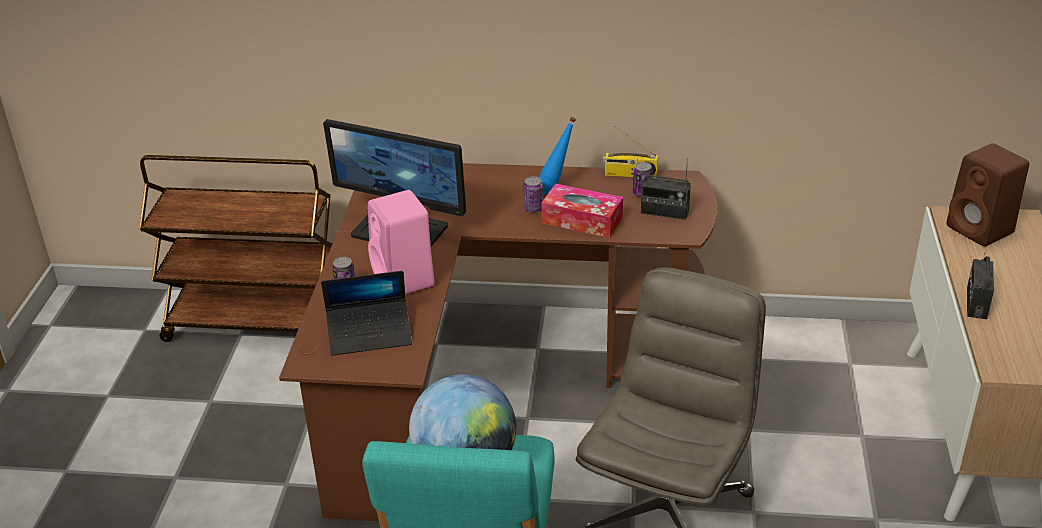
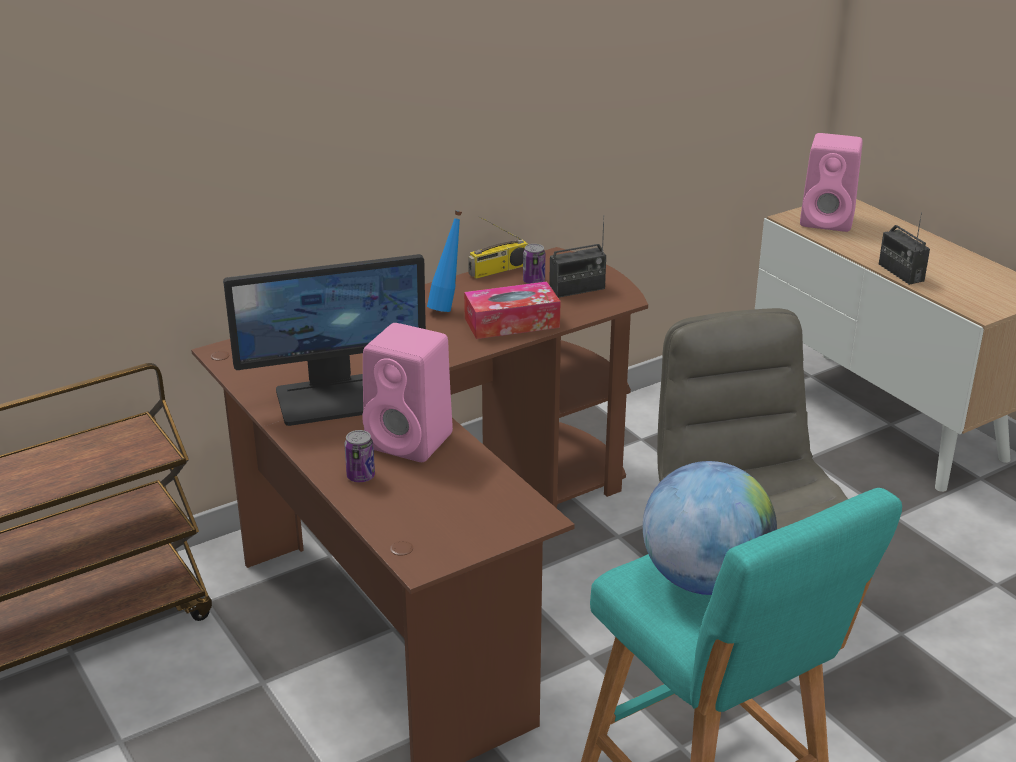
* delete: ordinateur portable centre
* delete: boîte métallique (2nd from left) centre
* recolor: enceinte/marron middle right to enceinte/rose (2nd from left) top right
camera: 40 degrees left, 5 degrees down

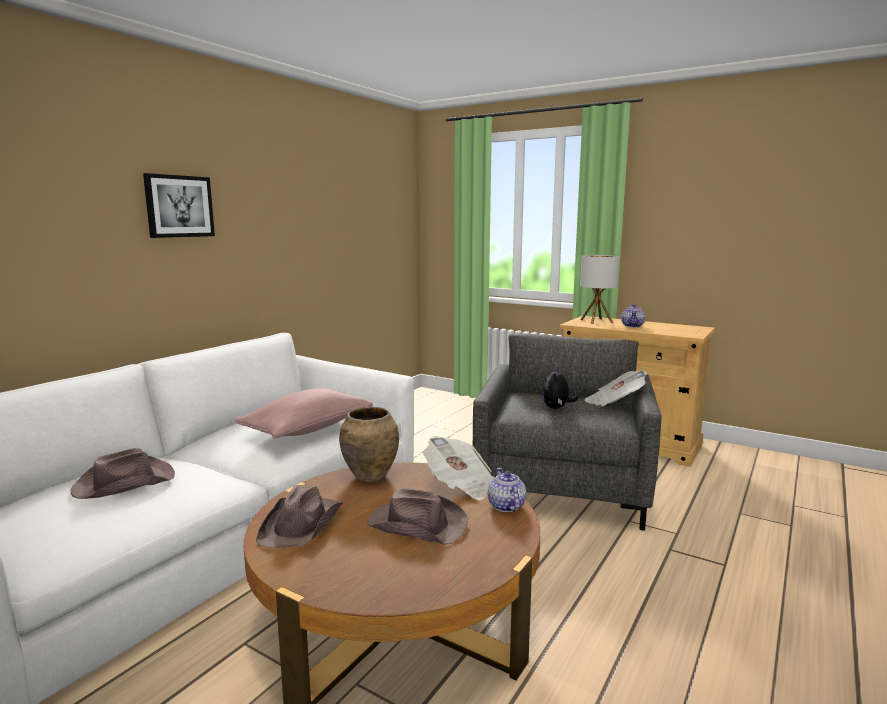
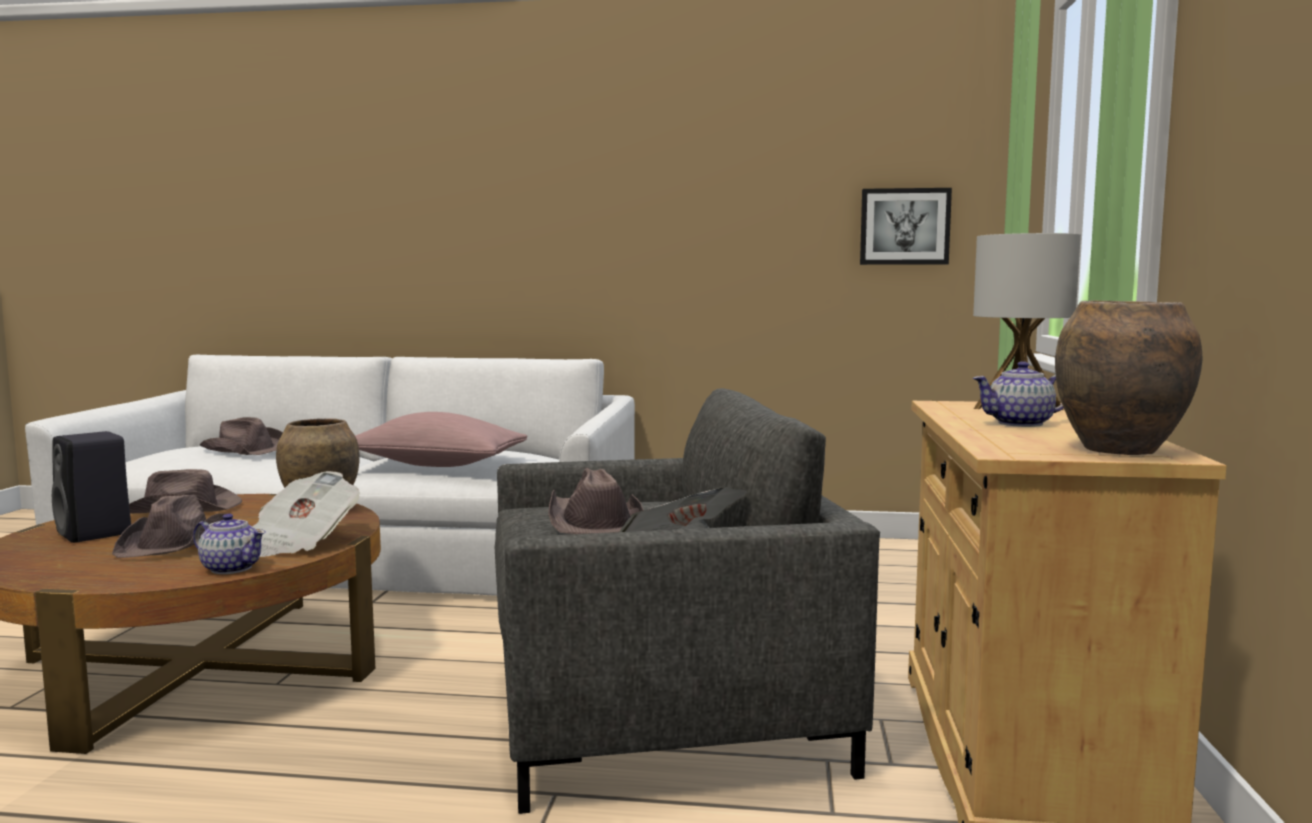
* insert: enceinte/noir middle left
* insert: vase/marron (2nd from left) middle right
* move: tableau top left to top right
* replace: peluche centre to chapeau/marron (4th from left) centre
* rotate: théière (1st from left) bottom centre = middle left 60 degrees clockwise
camera: 65 degrees right, 5 degrees down

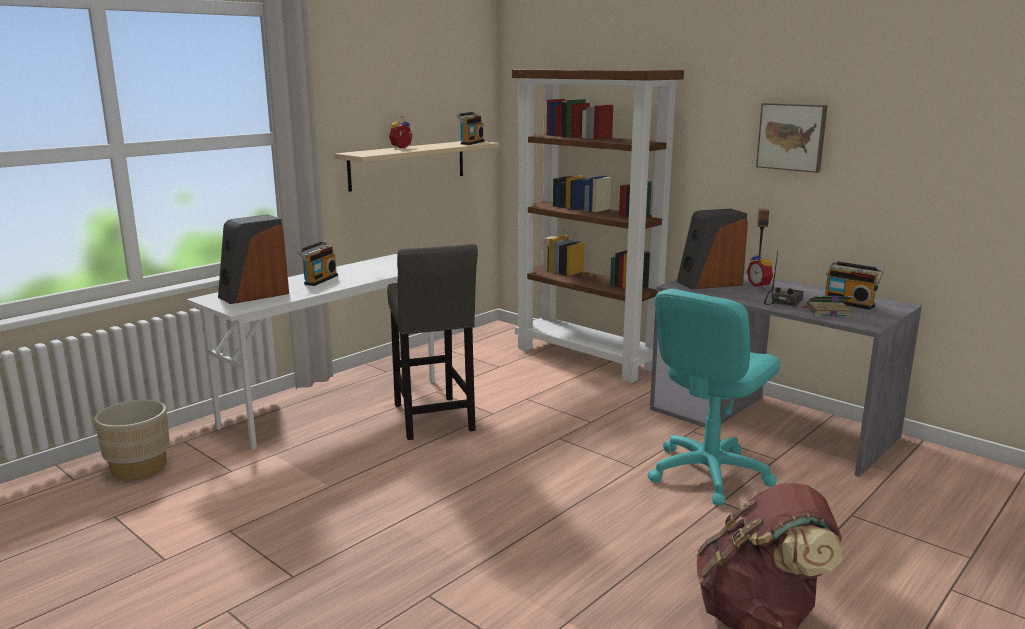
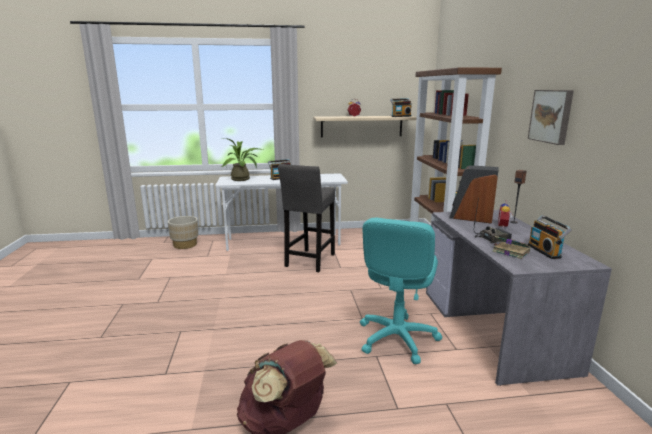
* replace: enceinte (1st from left) middle left to plante en pot centre
* rotate: chaise de bureau/turquoise middle right = bottom centre 60 degrees counterclockwise
camera: 40 degrees right, 0 degrees up

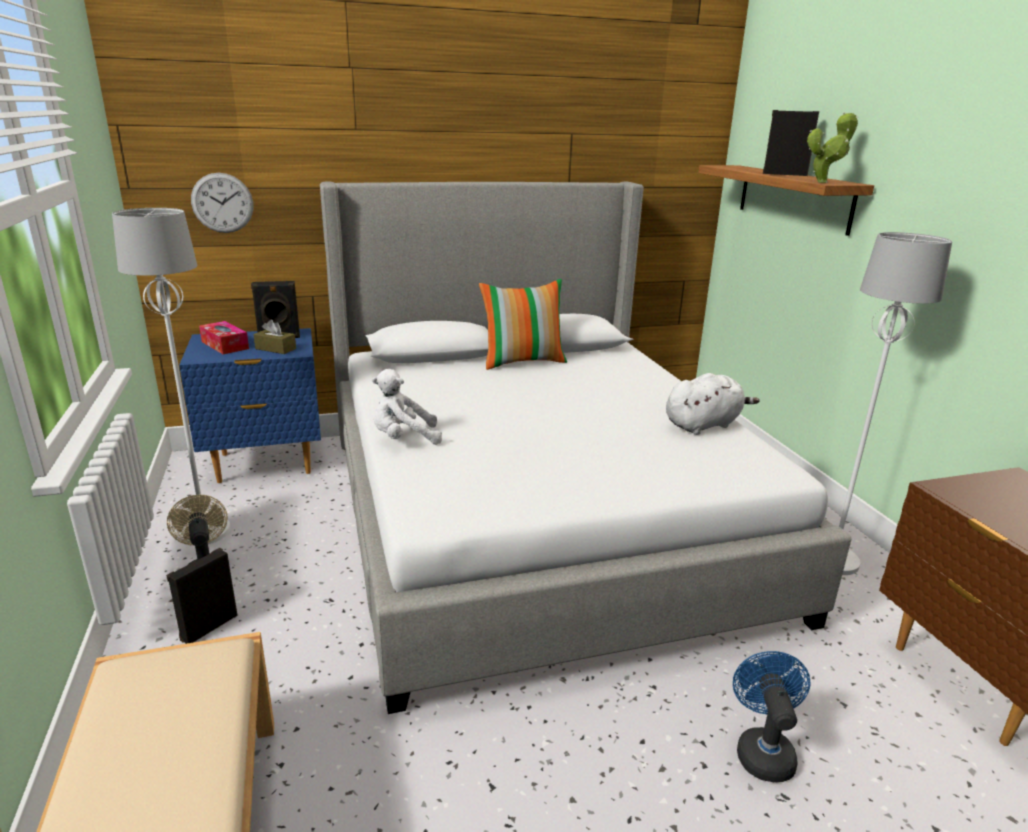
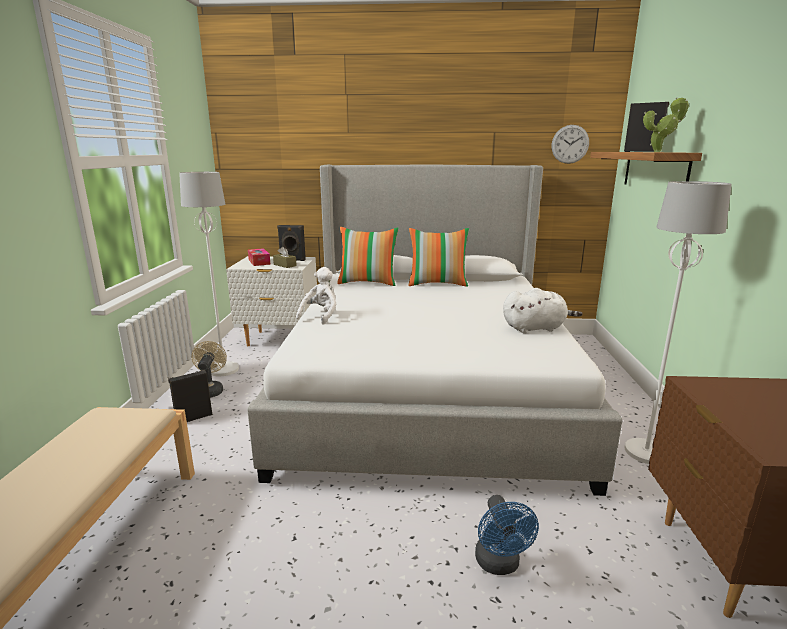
* insert: coussin (1st from left) centre
* move: horloge murale top left to top right
* recolor: table de chevet/bleu middle left to table de chevet/blanc centre
* rotate: peluche/blanc (1st from left) centre = centre 105 degrees clockwise
* rotate: ventilateur/bleu bottom right = bottom centre 150 degrees clockwise
camera: 20 degrees right, 5 degrees down

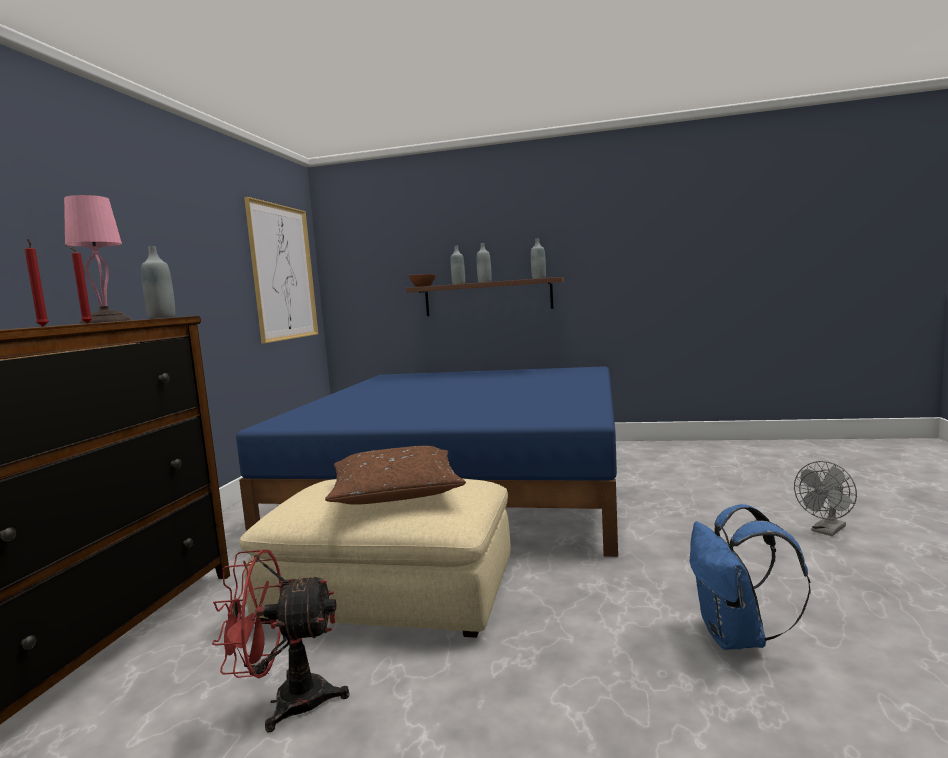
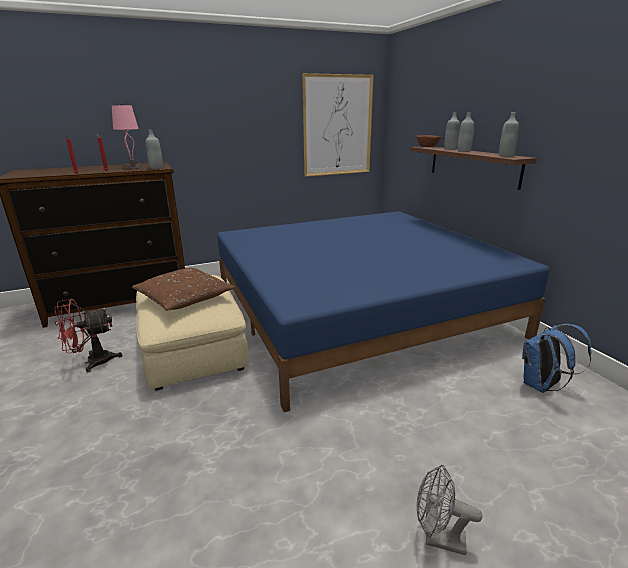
* move: sac à dos/bleu bottom right to middle right
* rotate: ventilateur/rouge bottom left = middle left 75 degrees counterclockwise
camera: 55 degrees right, 15 degrees up

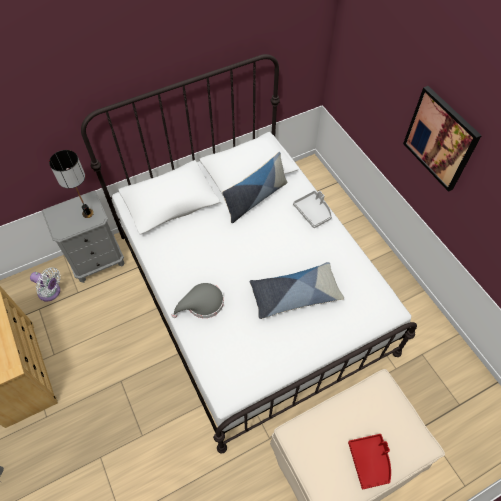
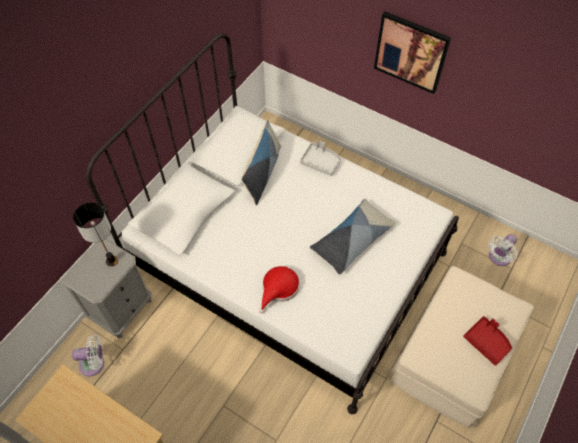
* insert: ventilateur/blanc (2nd from left) middle right
* recolor: chapeau/gris centre to chapeau/rouge centre
camera: 30 degrees left, 0 degrees up

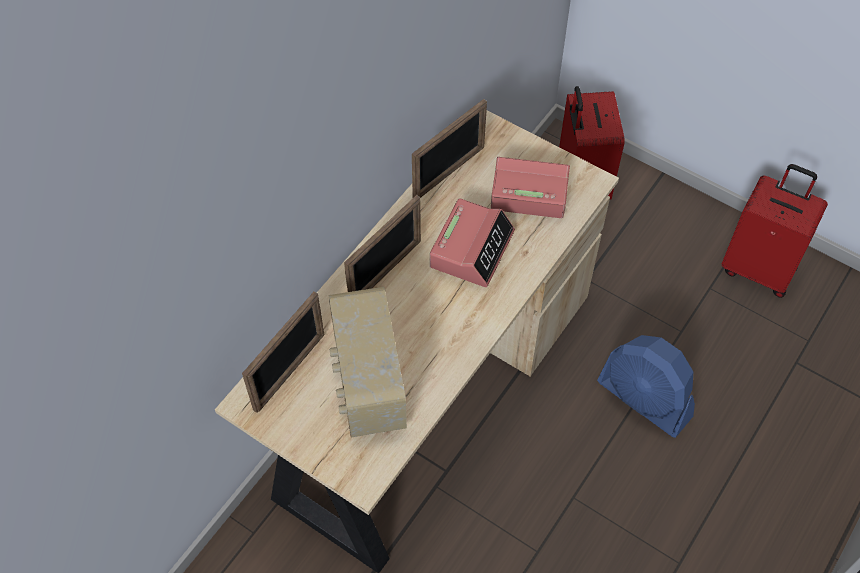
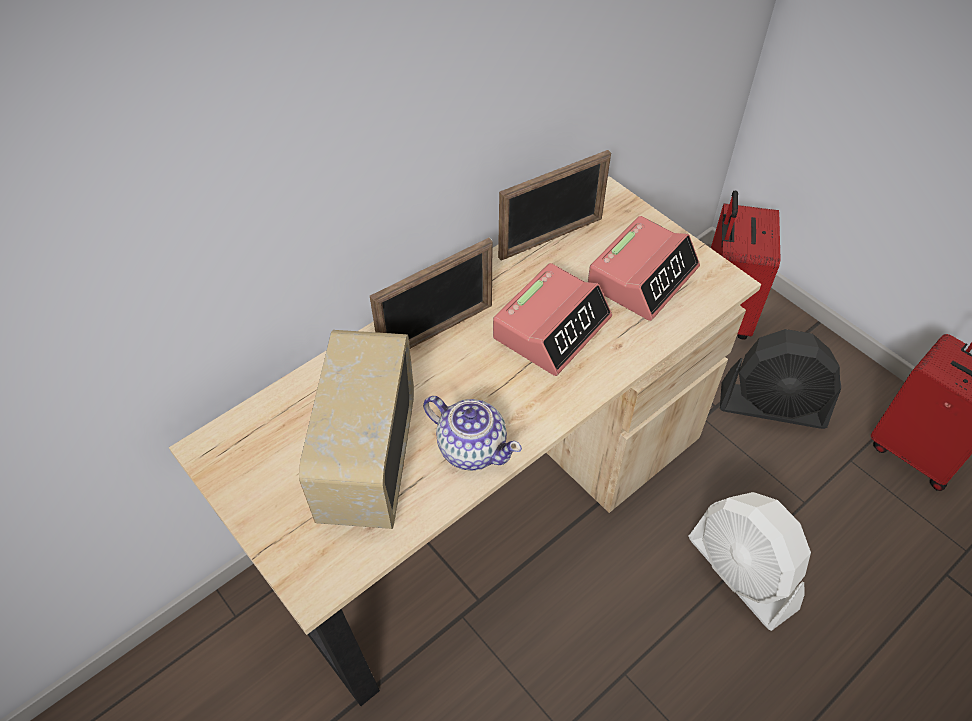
* delete: cadre photo (1st from left) middle left
* insert: théière centre
* insert: ventilateur/noir middle right
* recolor: ventilateur/bleu bottom right to ventilateur/blanc bottom right
* rotate: réveil (2nd from left) top centre = centre 105 degrees clockwise
camera: 15 degrees right, 5 degrees down

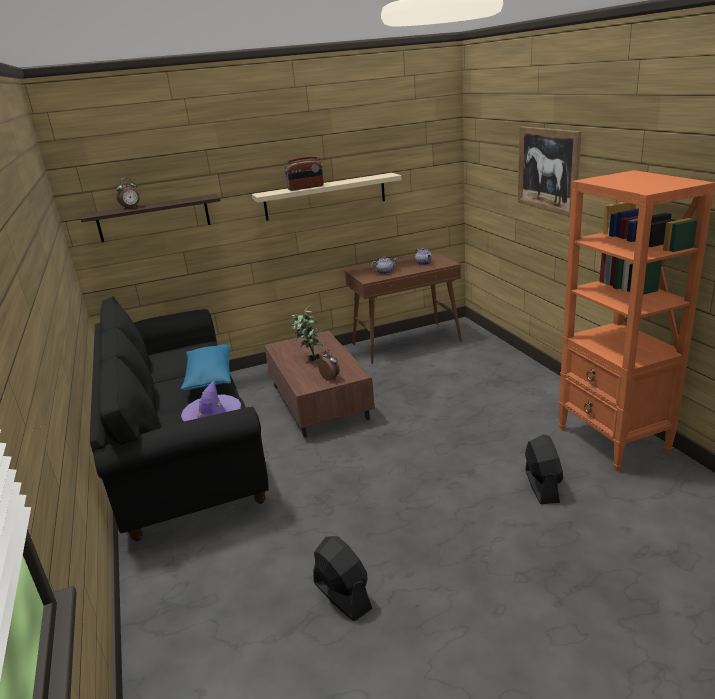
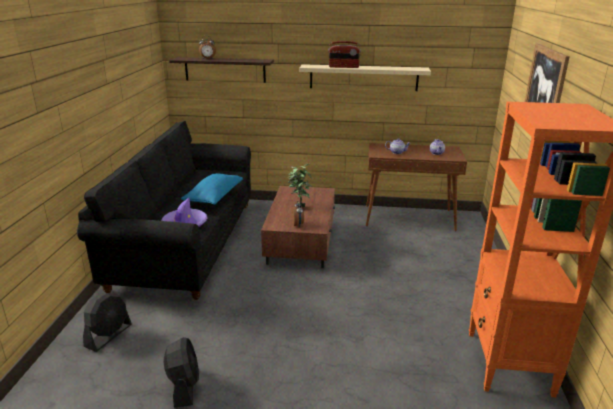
* move: ventilateur/noir (2nd from left in the first image) bottom right to ventilateur/noir (1st from left) bottom left
camera: 25 degrees right, 0 degrees up

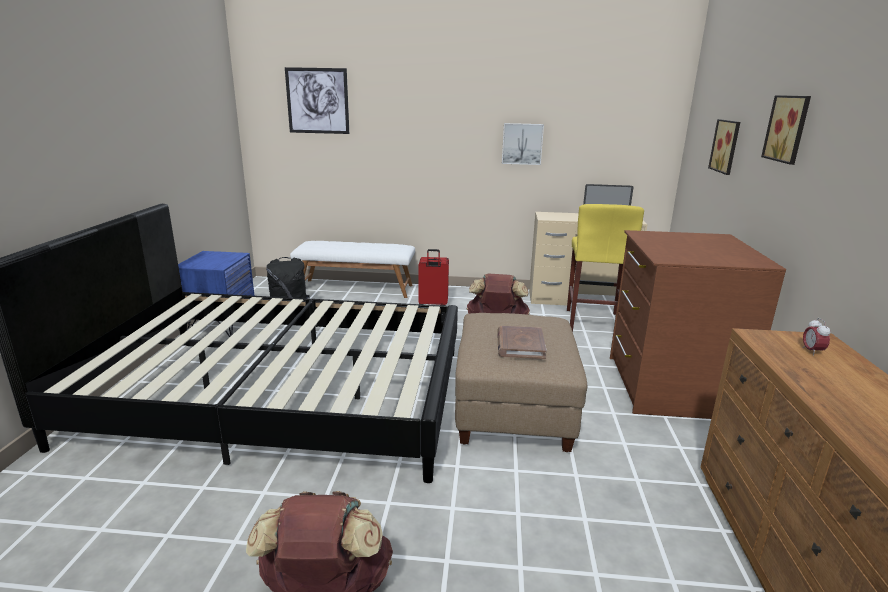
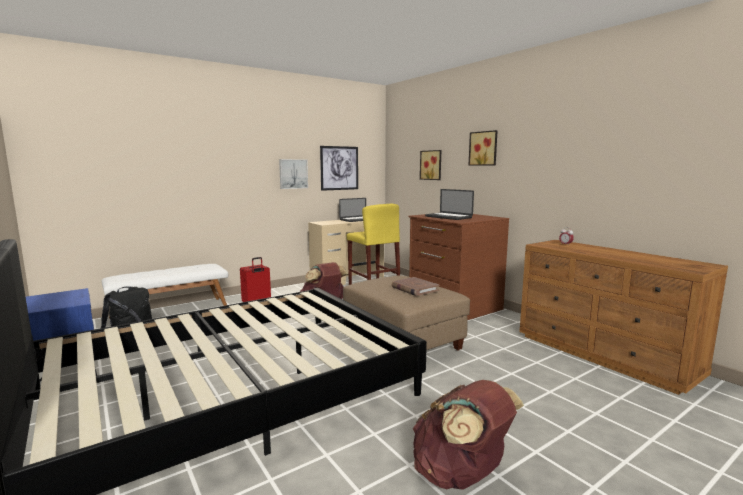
* insert: ordinateur portable (2nd from left) centre
* move: tableau (1st from left in the first image) top centre to tableau (2nd from left) centre
camera: 40 degrees left, 10 degrees down

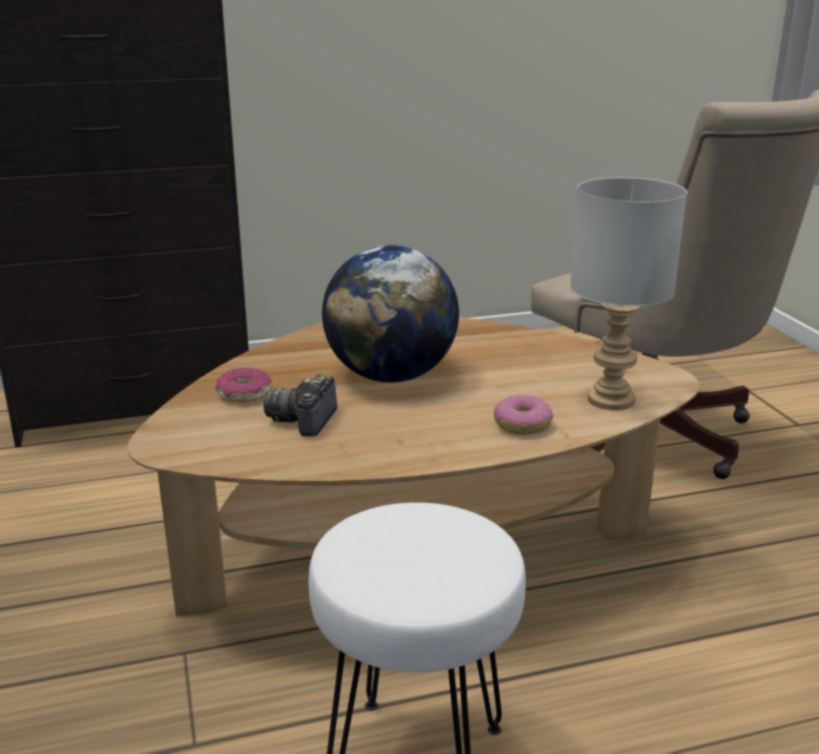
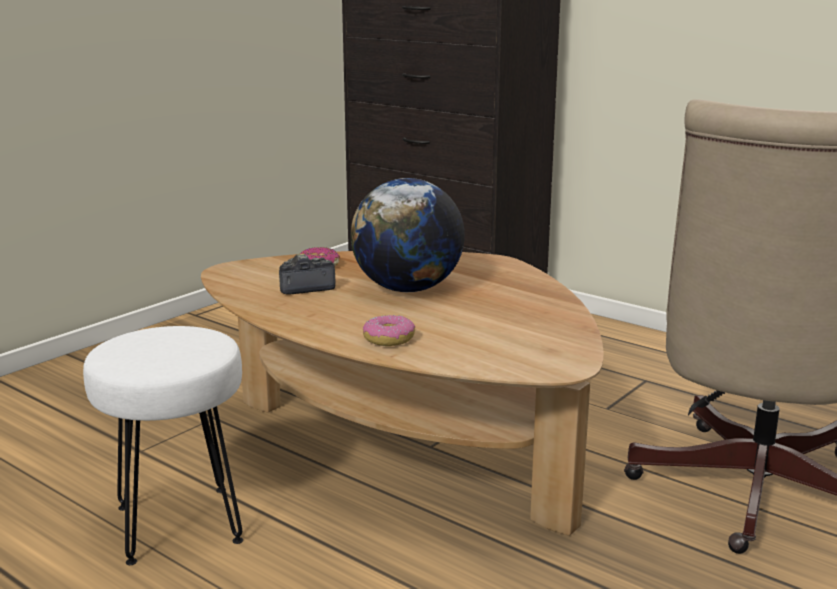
* delete: lampe de table/gris middle right
camera: 55 degrees right, 5 degrees down

